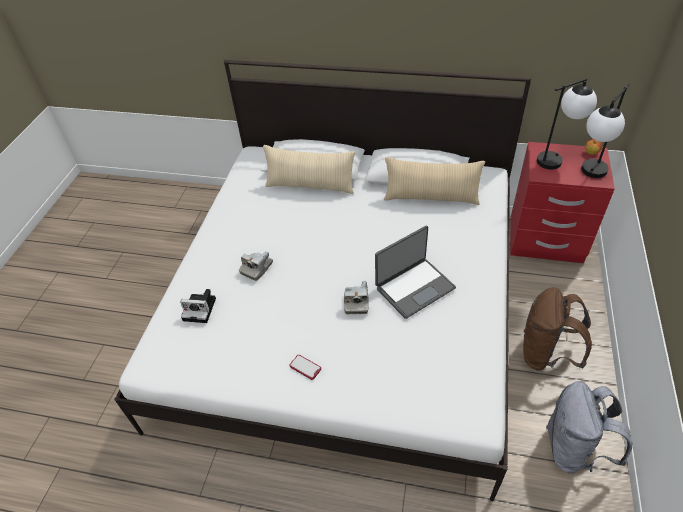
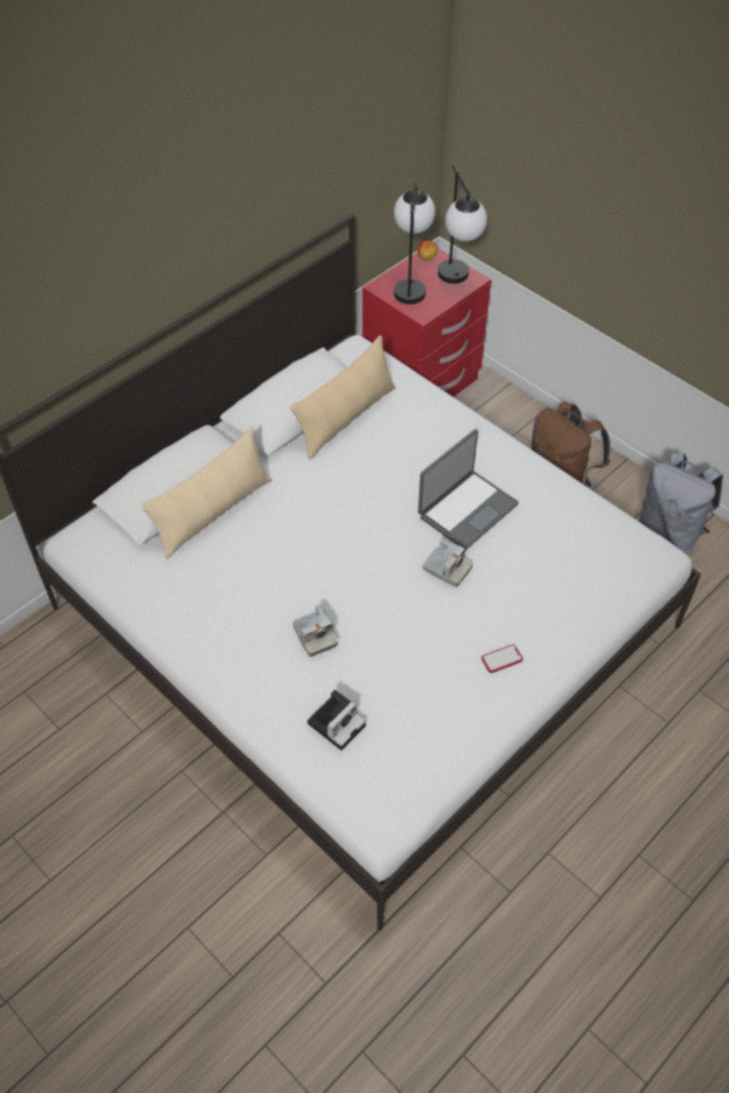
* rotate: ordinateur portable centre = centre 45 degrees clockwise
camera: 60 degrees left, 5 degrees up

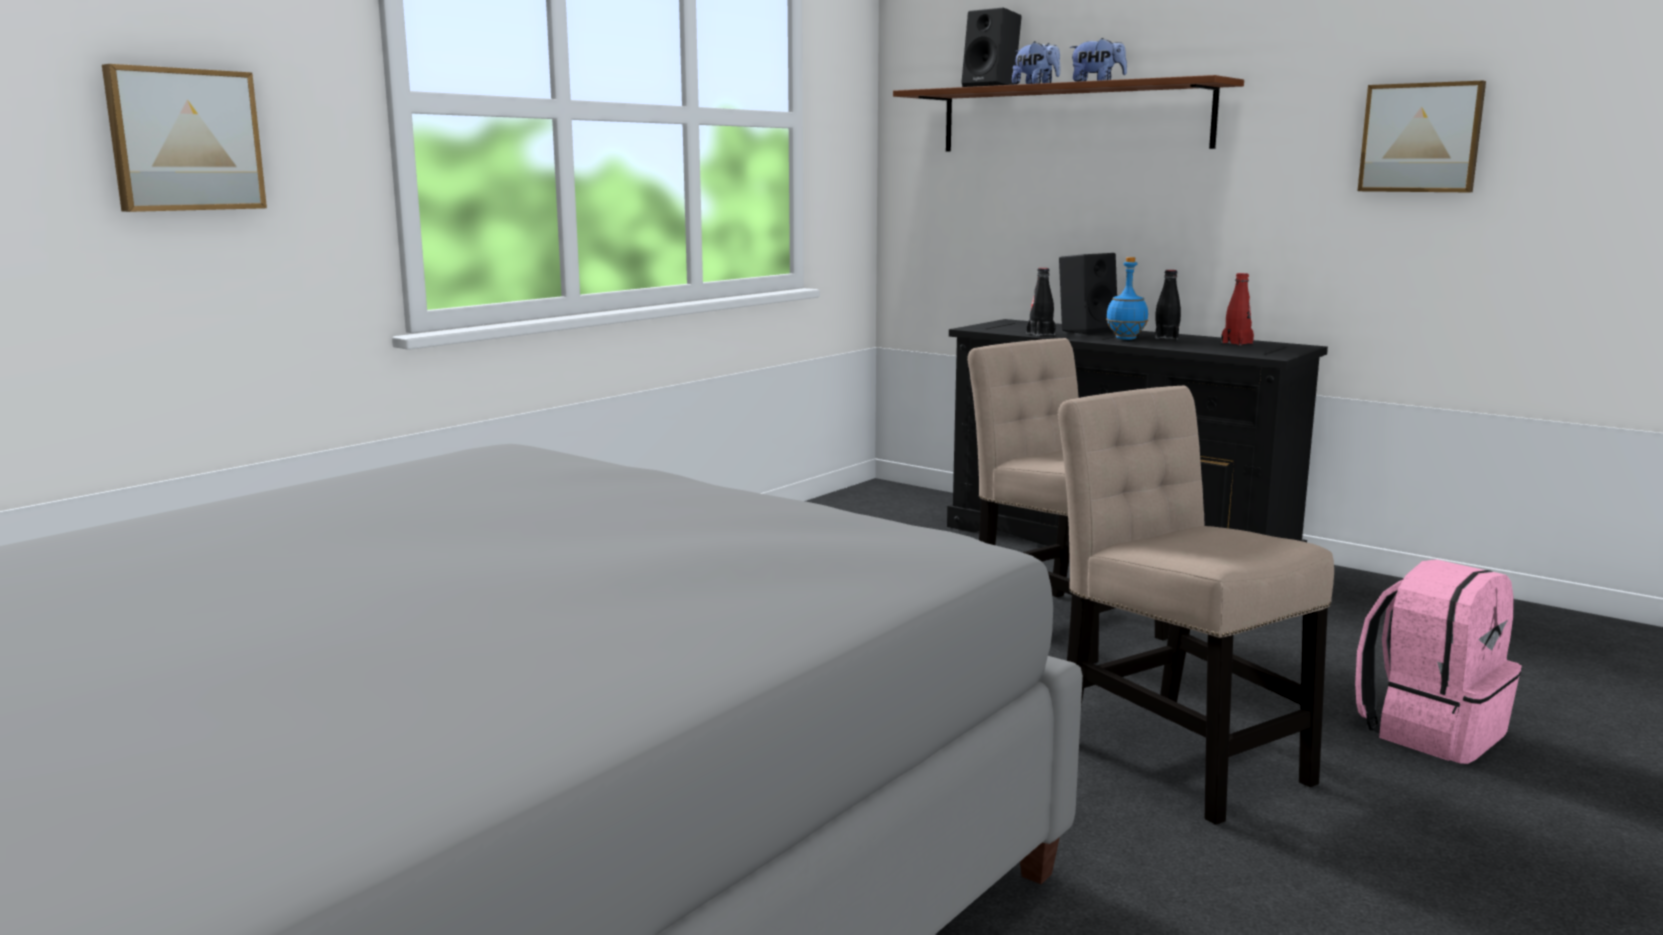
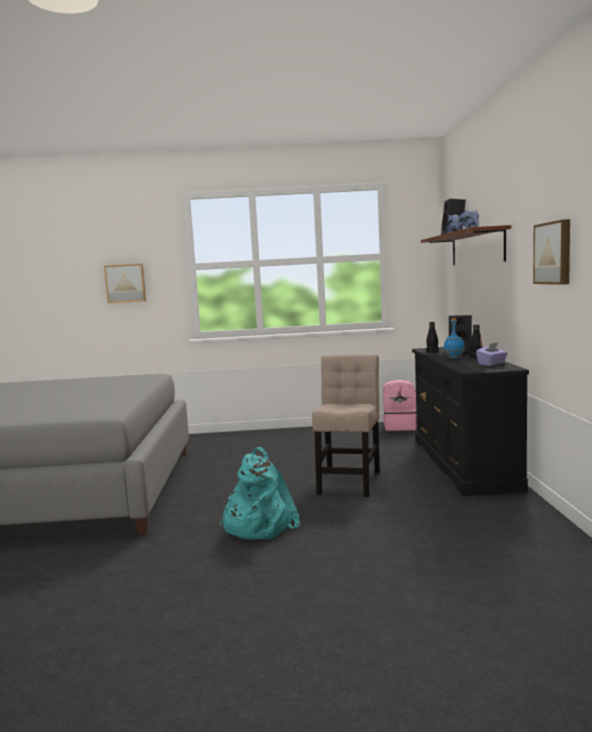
* move: sac à dos/rose bottom right to middle right
* replace: chaise/beige (2nd from left) middle right to sac à dos/turquoise bottom centre
* replace: bouteille/rouge top right to boîte à mouchoirs/violet middle right
camera: 50 degrees right, 5 degrees down

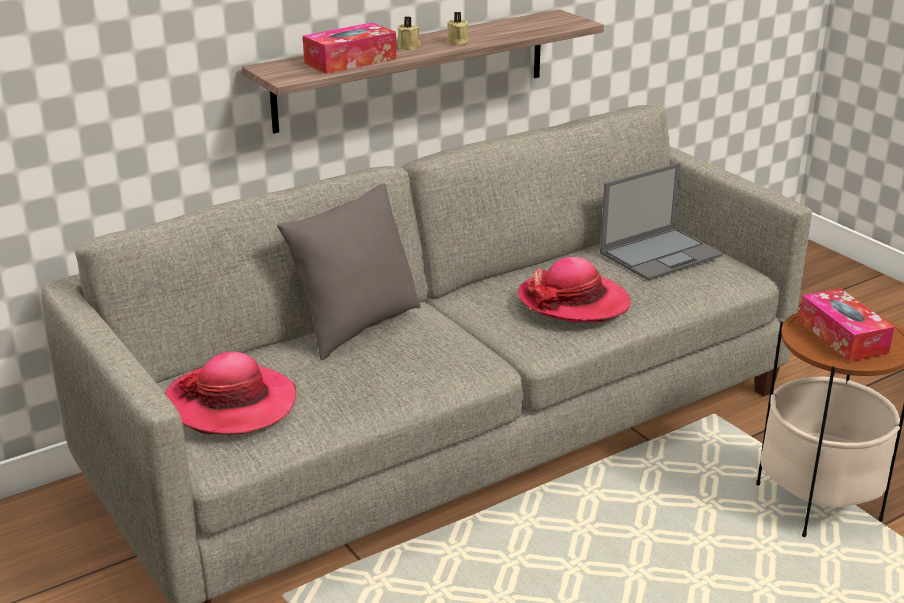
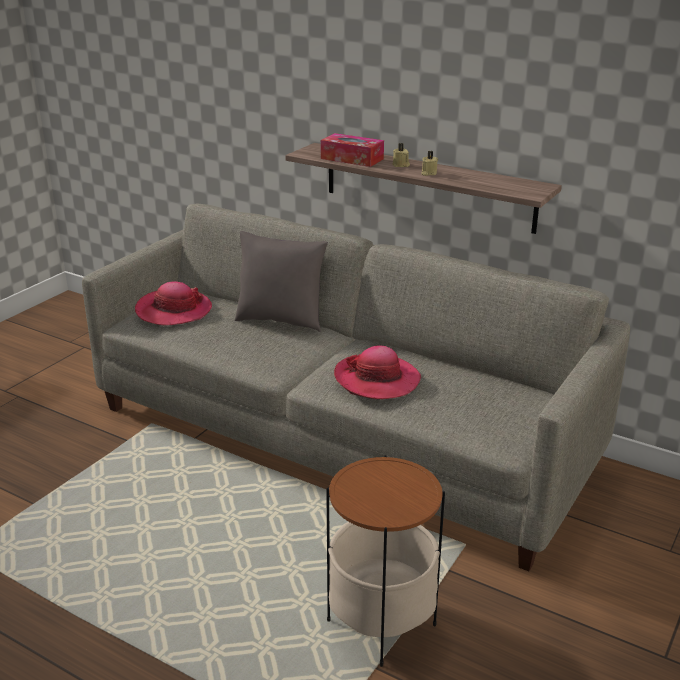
* delete: ordinateur portable middle right
* delete: boîte à mouchoirs (2nd from left) middle right
camera: 65 degrees right, 0 degrees up

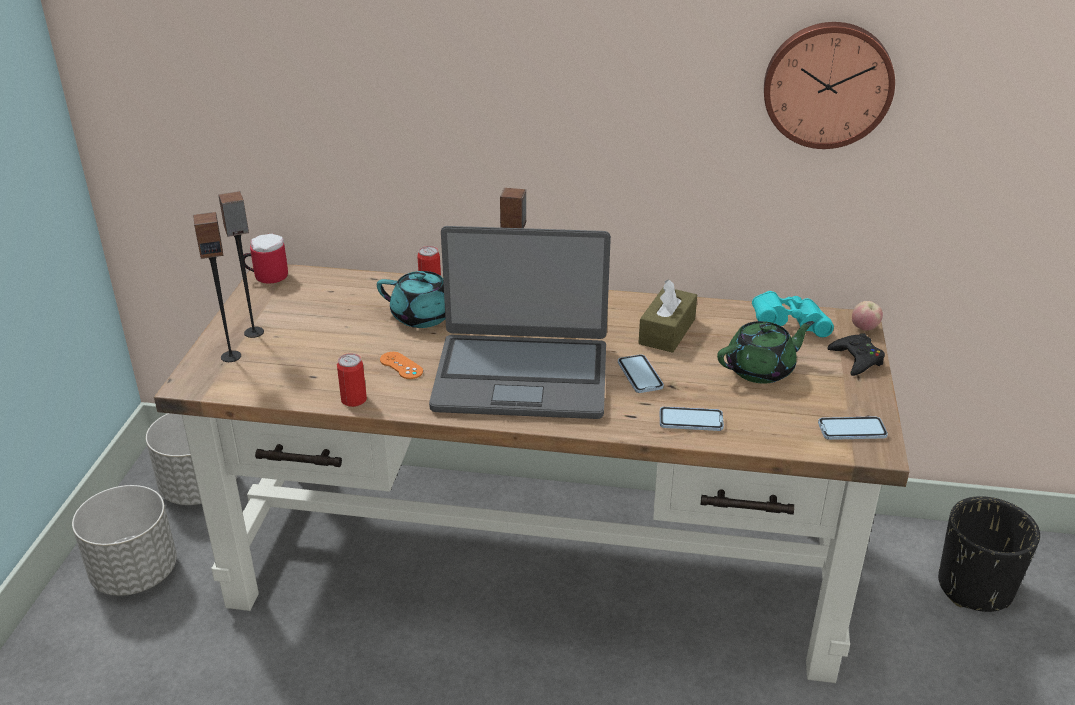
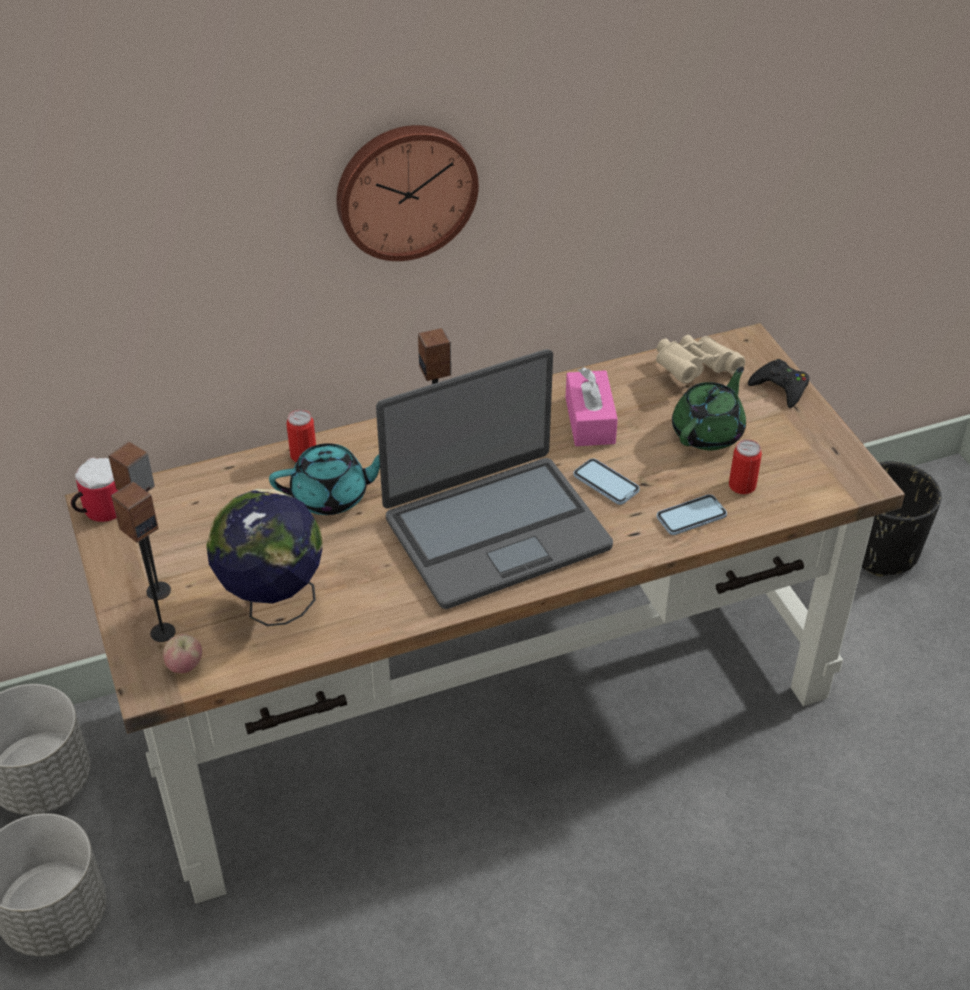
* delete: manette/orange centre
* delete: téléphone (3rd from left) middle right
* insert: globe middle left
* move: boîte métallique (1st from left in the first image) middle left to boîte métallique (2nd from left) middle right
* move: horloge murale top right to top centre
* move: pomme middle right to middle left
* recolor: boîte à mouchoirs/marron centre to boîte à mouchoirs/rose centre
* recolor: jumelles/turquoise middle right to jumelles/beige middle right
camera: 30 degrees left, 10 degrees up

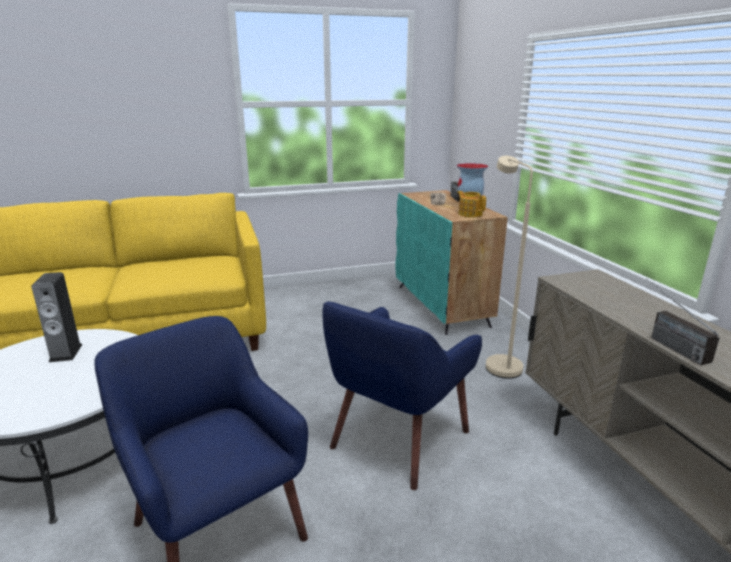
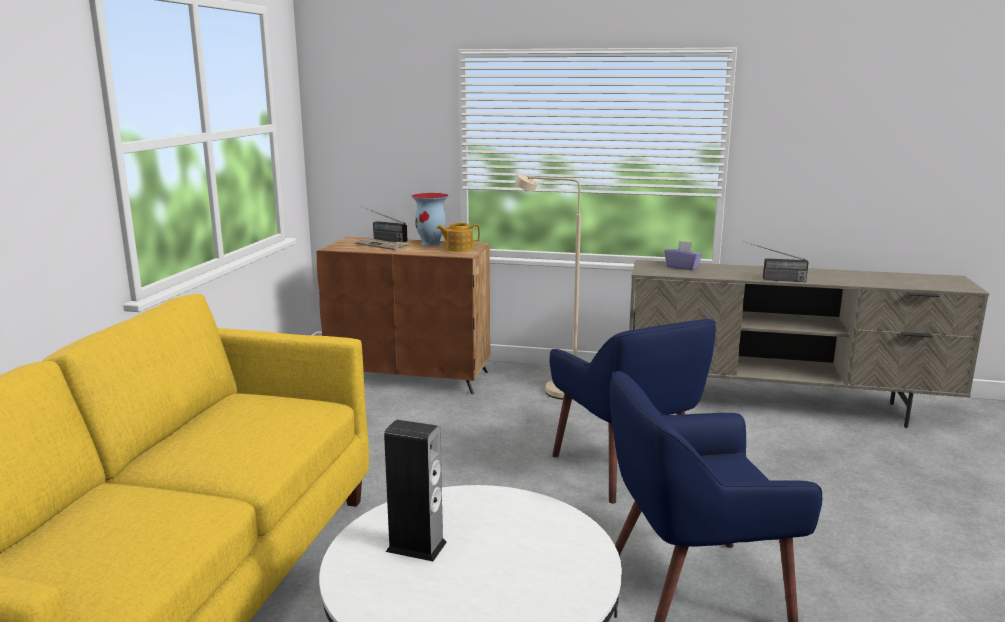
* insert: boîte à mouchoirs/violet middle right
* recolor: meuble de rangement/turquoise centre to meuble de rangement/marron centre
camera: 60 degrees left, 5 degrees down

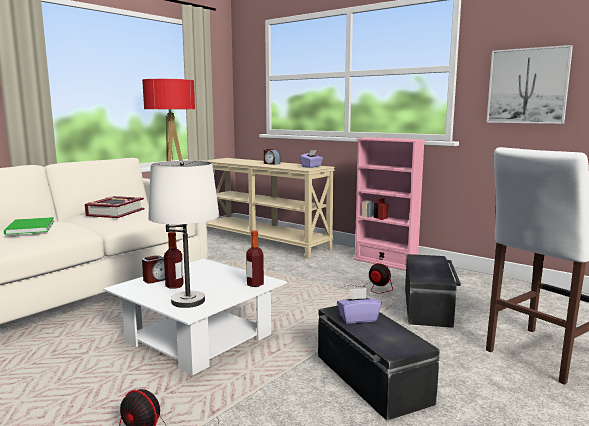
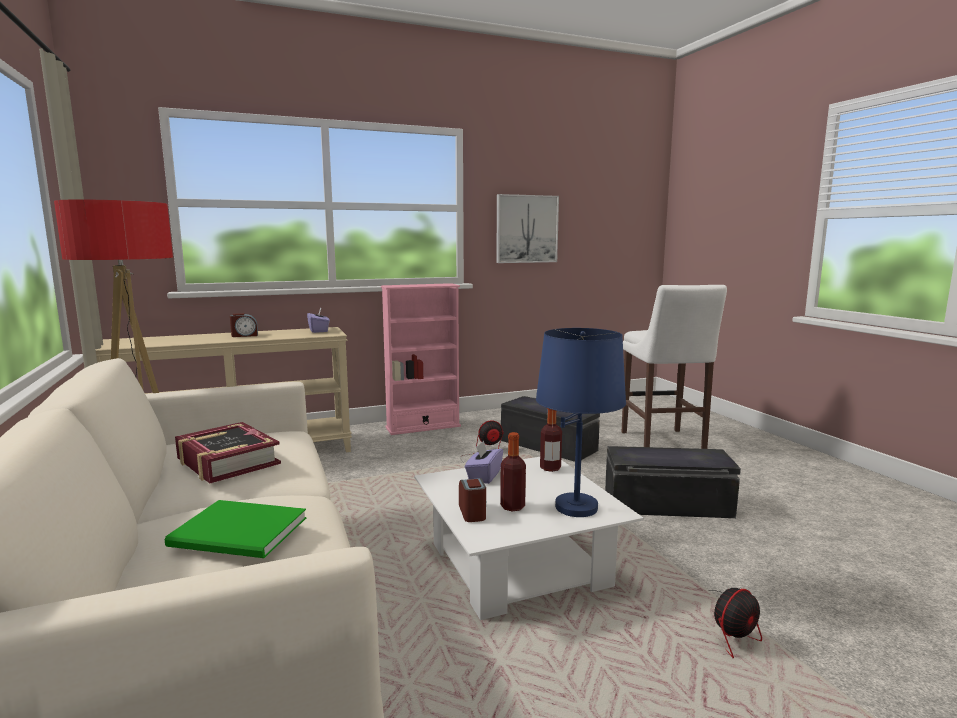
* move: boîte à mouchoirs/violet (2nd from left) bottom centre to centre
* recolor: lampe de table/blanc middle left to lampe de table/bleu centre
camera: 60 degrees left, 0 degrees up

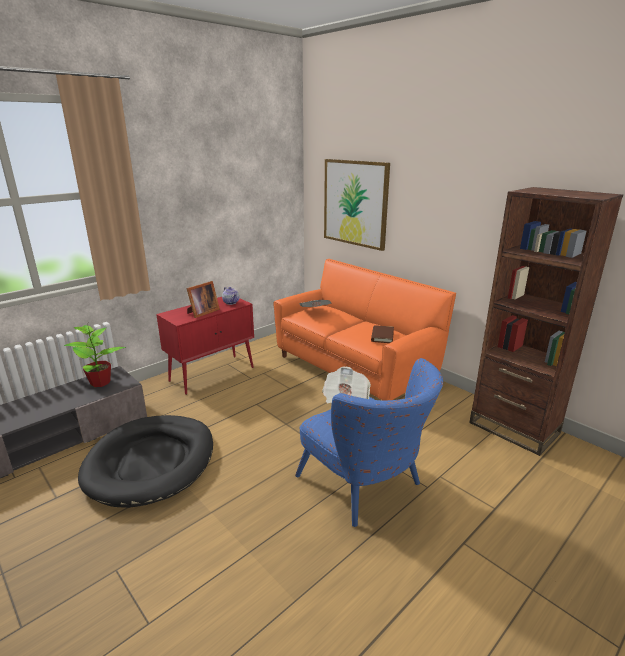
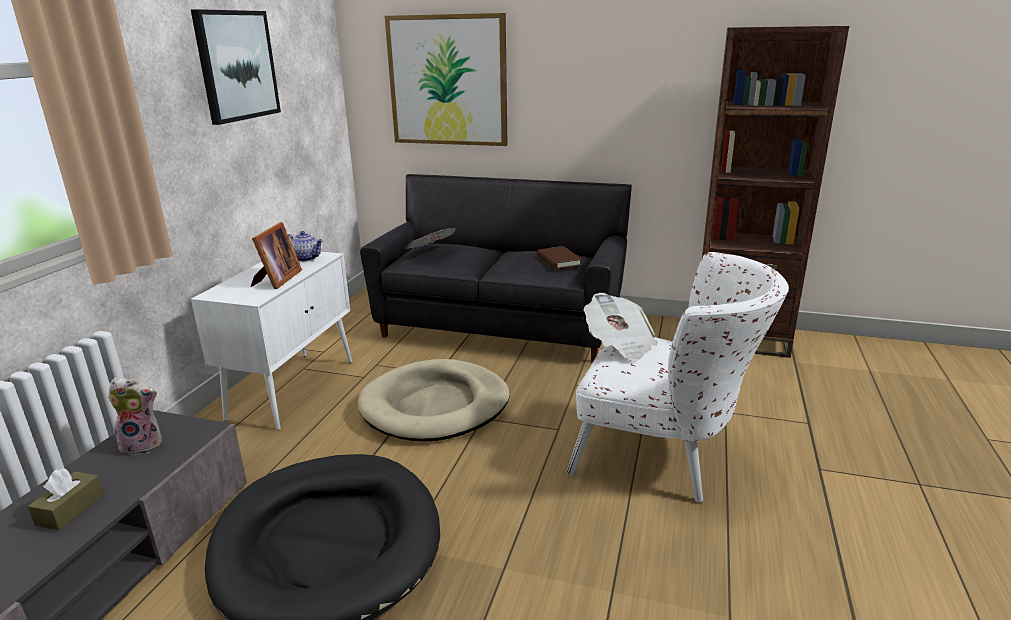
* insert: boîte à mouchoirs/marron bottom left
* insert: tableau (1st from left) top left
* insert: panier pour chien/beige centre
* replace: plante en pot middle left to peluche bottom left
* recolor: meuble de rangement/rouge middle left to meuble de rangement/blanc middle left
* recolor: canapé/orange centre to canapé/noir centre
* recolor: fauteuil/bleu bottom centre to fauteuil/blanc middle right
camera: 30 degrees left, 0 degrees up

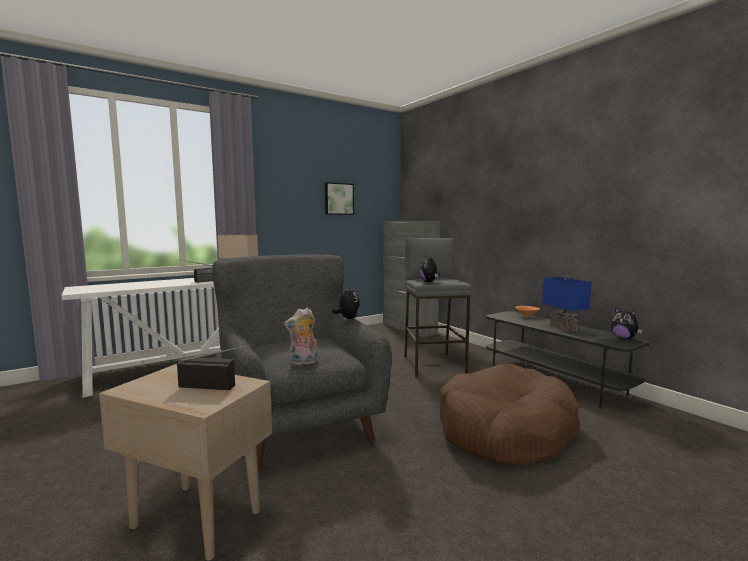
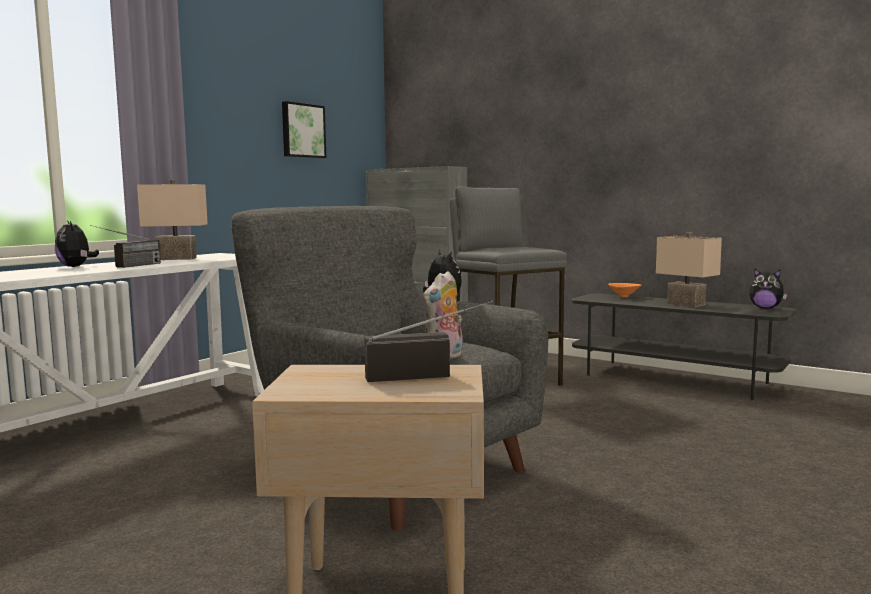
* delete: panier pour chien/marron bottom right
* move: peluche (3rd from left in the first image) centre to peluche (1st from left) middle left
* recolor: lampe de table/bleu middle right to lampe de table/beige (2nd from left) middle right
camera: 20 degrees left, 0 degrees up

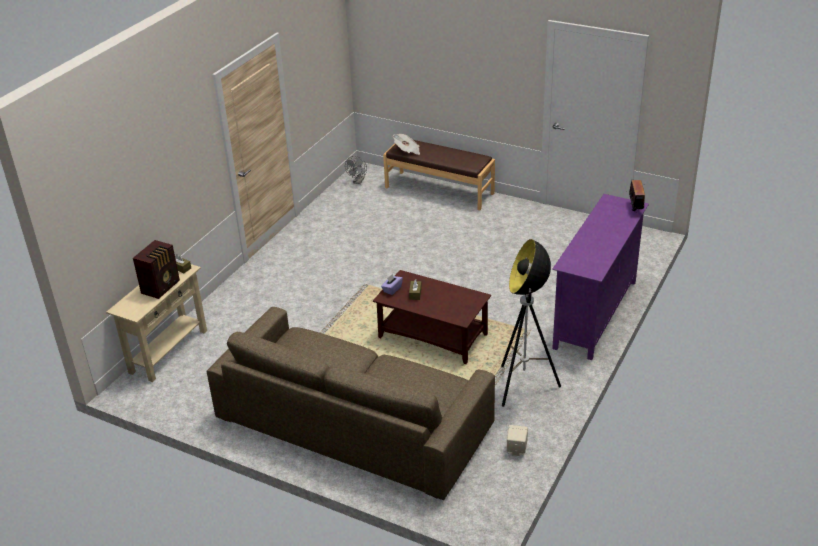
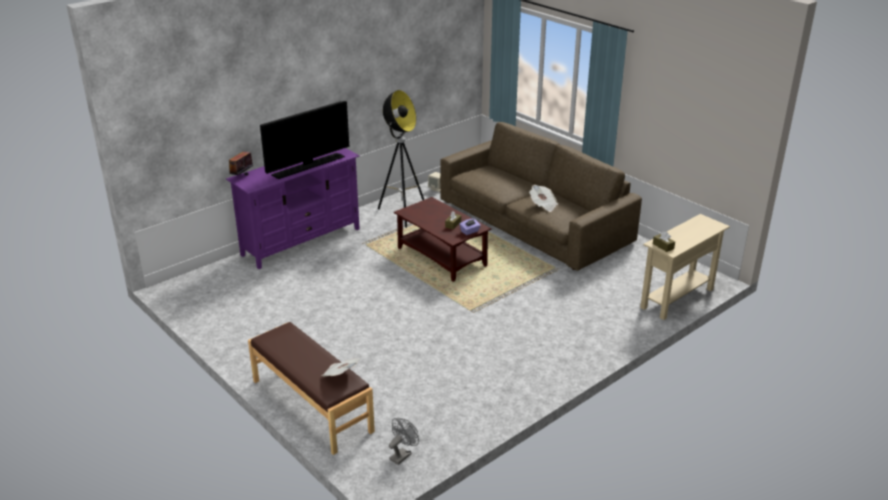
* delete: radio (1st from left) middle left
* insert: téléviseur top centre
* insert: journal (2nd from left) centre
camera: 160 degrees left, 5 degrees down

